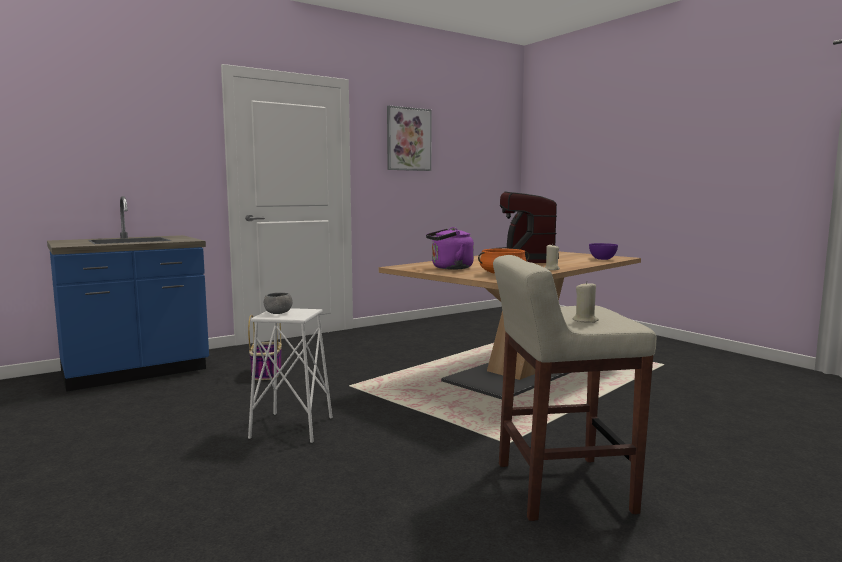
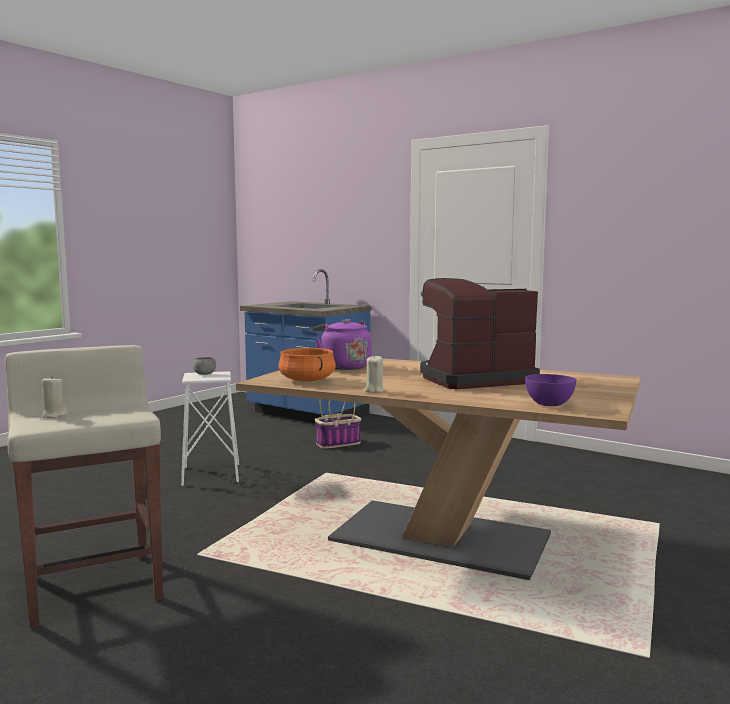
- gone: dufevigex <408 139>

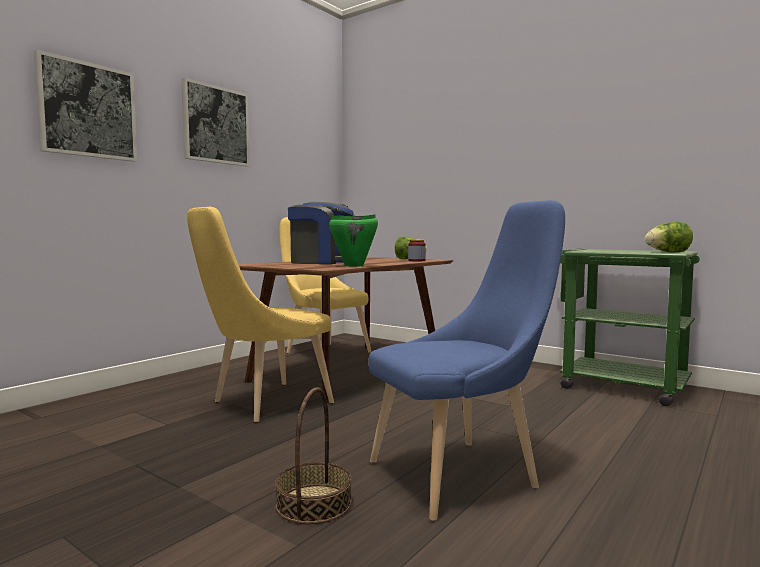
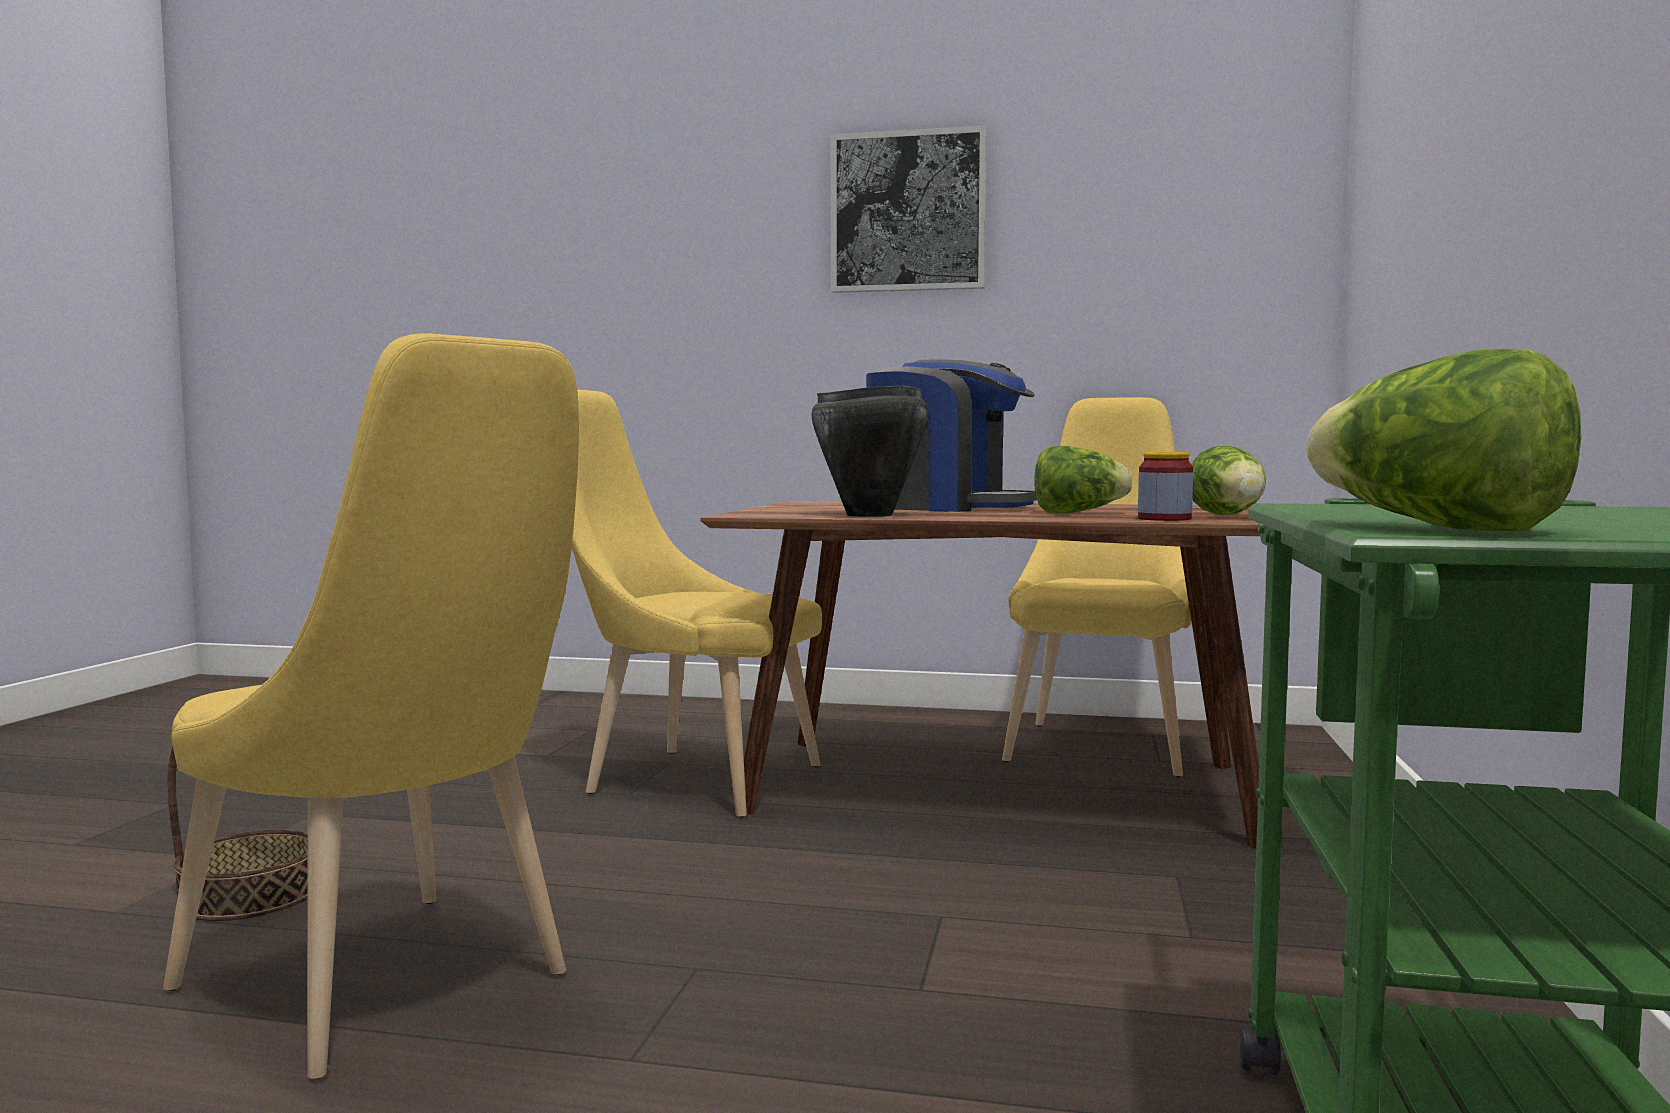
- gone: dufevigex <87 110>
- rotated: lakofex <322 262> = <947 507> 45 degrees counterclockwise
- repainted: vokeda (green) <354 266> to vokeda (black) <869 515>
- repainted: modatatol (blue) <462 473> to modatatol (yellow) <389 988>
- new: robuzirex <1077 513>

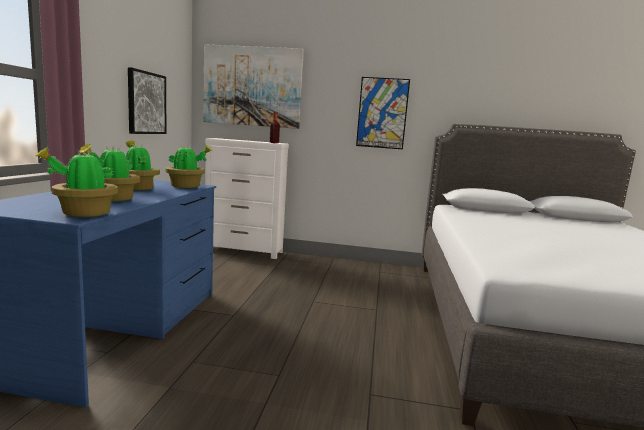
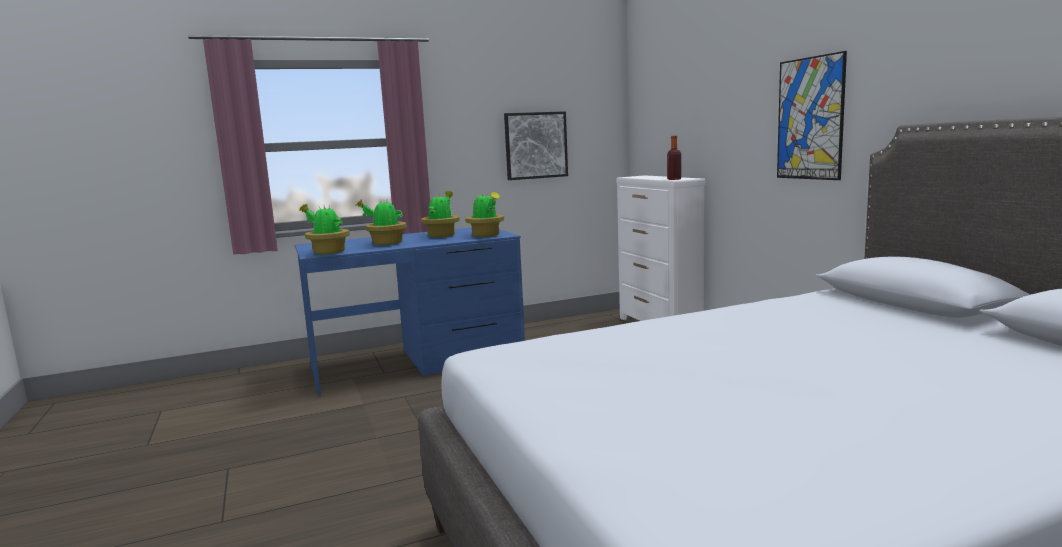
- gone: dufevigex <252 86>

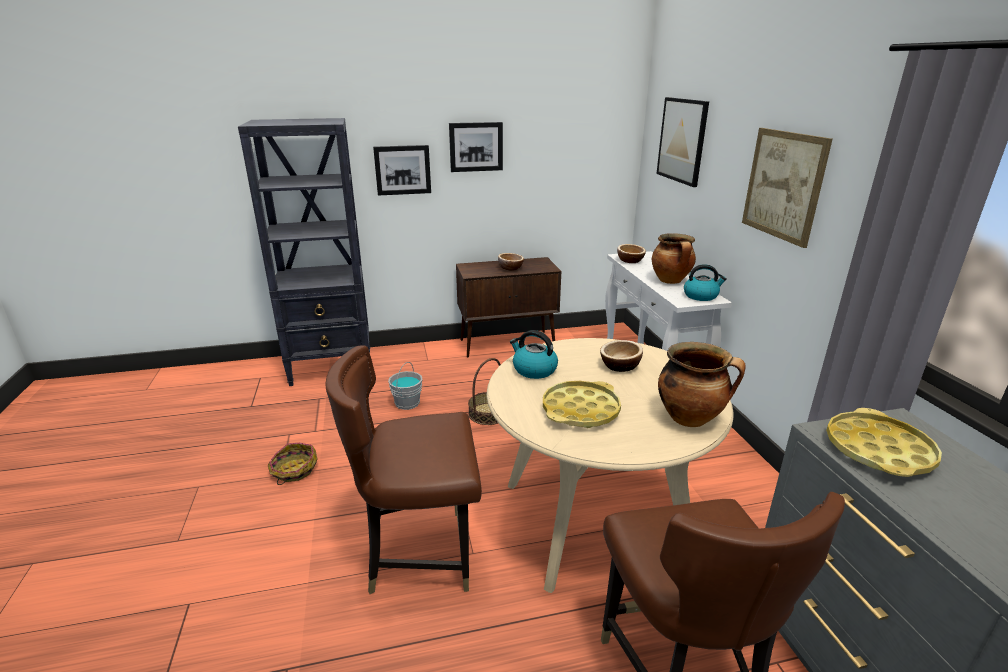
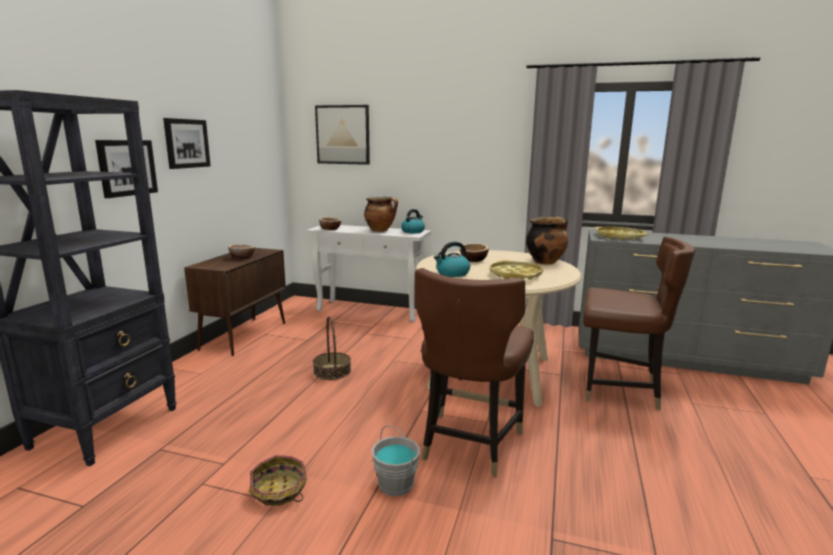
- shifted: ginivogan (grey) <407 403> to <395 484>
- gone: dufevigex <783 185>

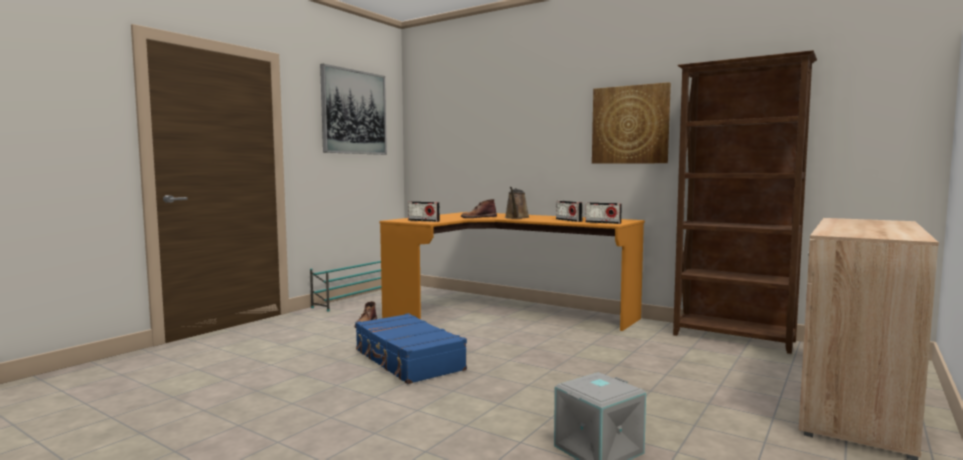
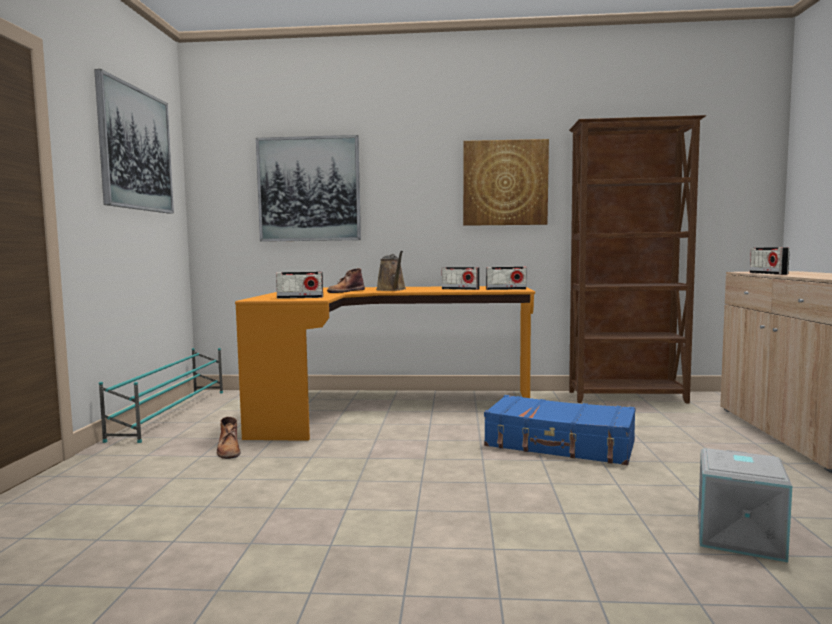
- shifted: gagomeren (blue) <407 360> to <560 445>
- new: dufevigex <309 189>
- new: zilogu <768 273>

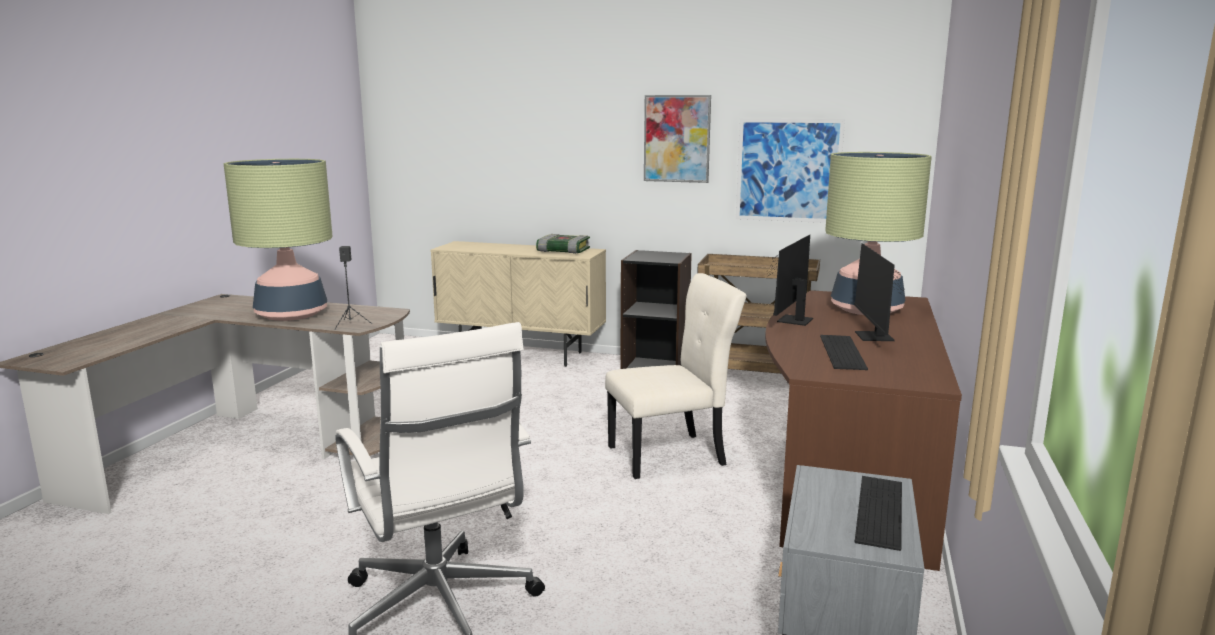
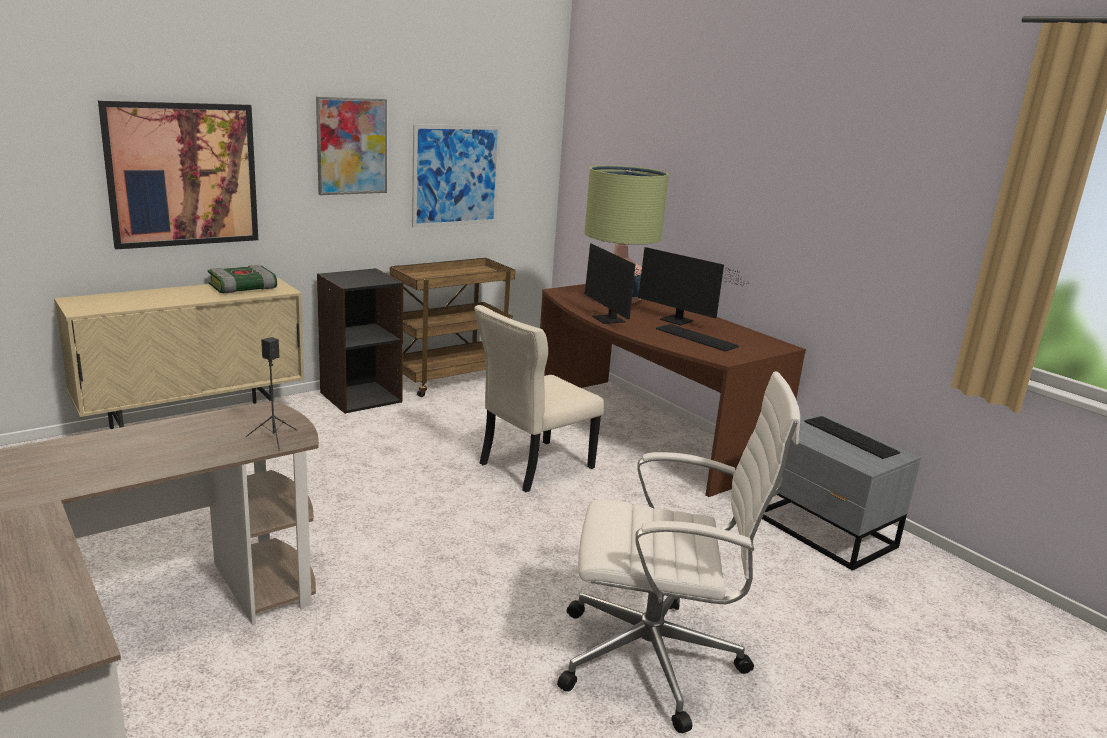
- gone: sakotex <291 314>
- rotated: modatatol (beige) <671 455> = <532 467> 150 degrees counterclockwise
- new: dufevigex <183 174>

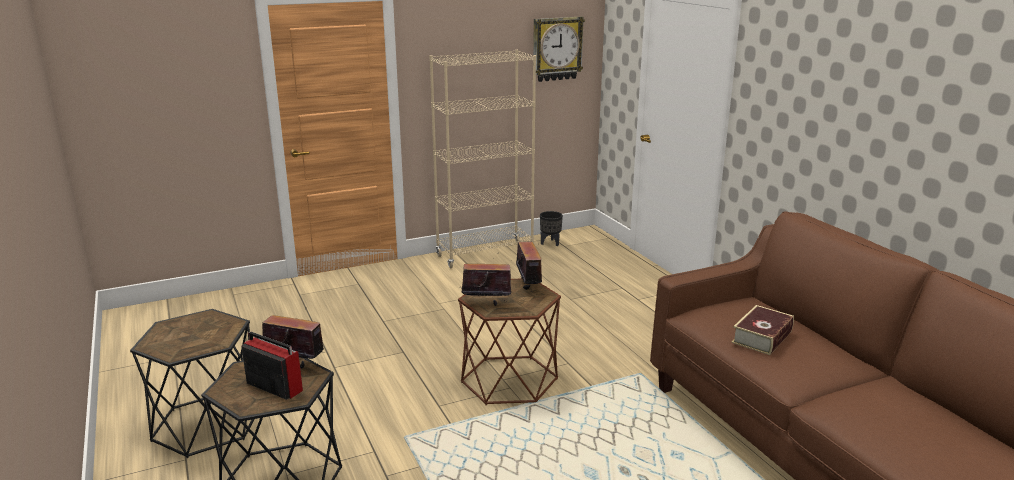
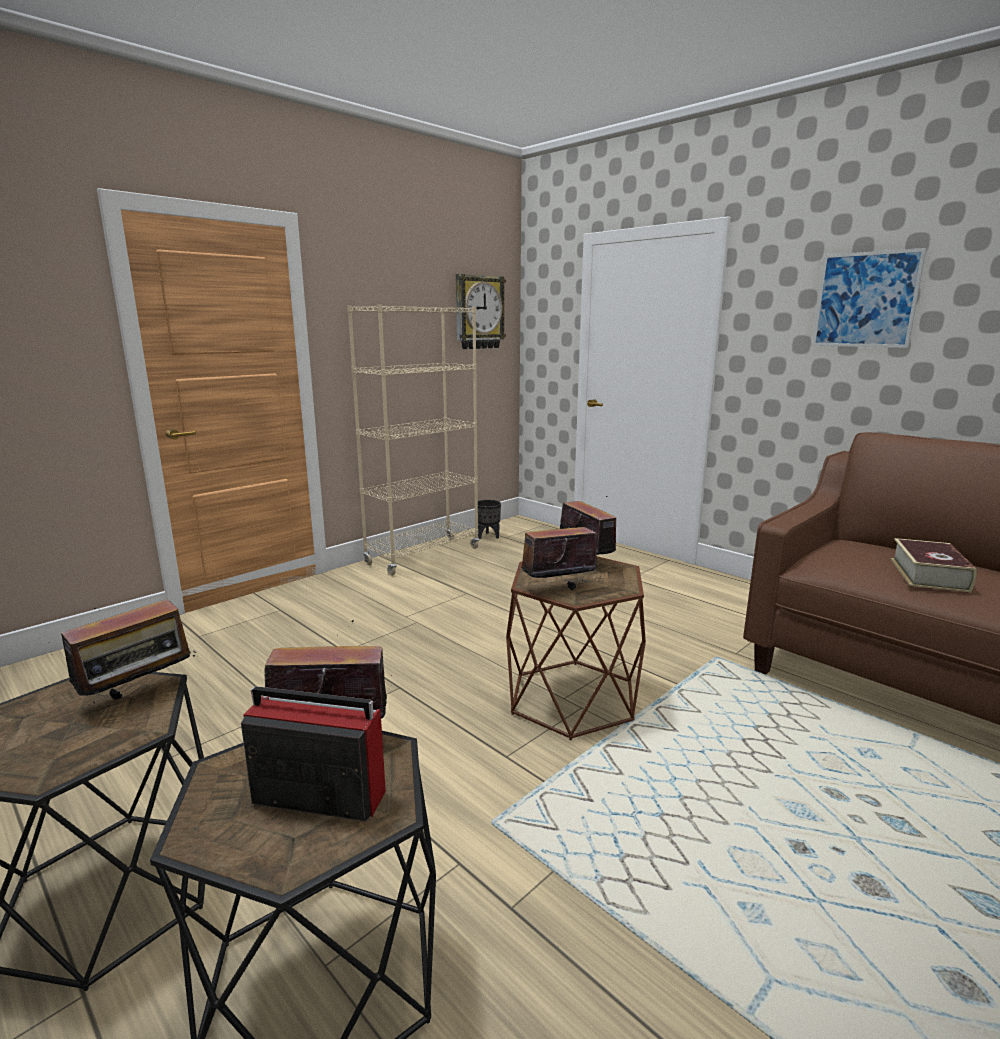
- new: zilogu <139 695>
- new: dufevigex <865 300>

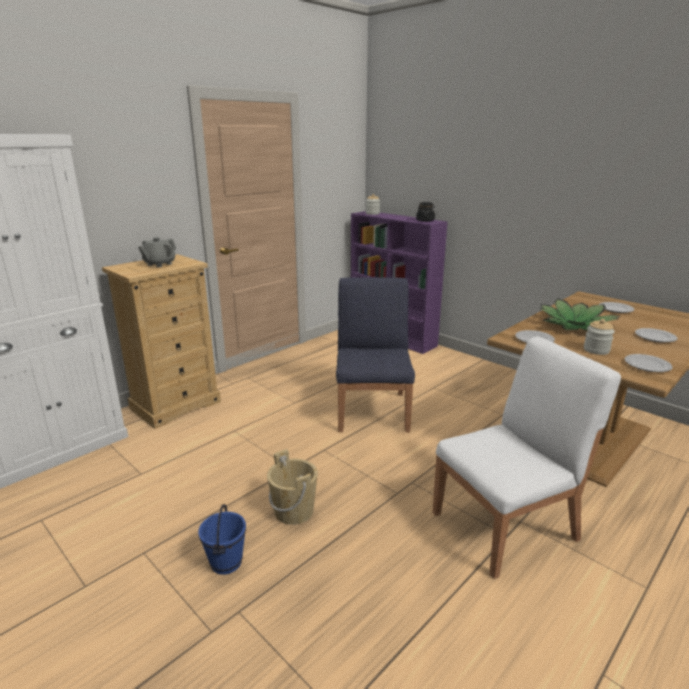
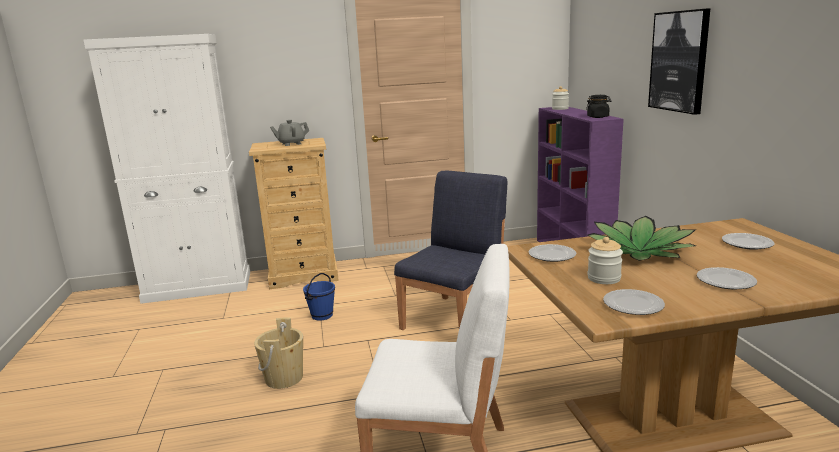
- shifted: ginivogan (blue) <225 562> to <321 315>
- new: dufevigex <679 61>

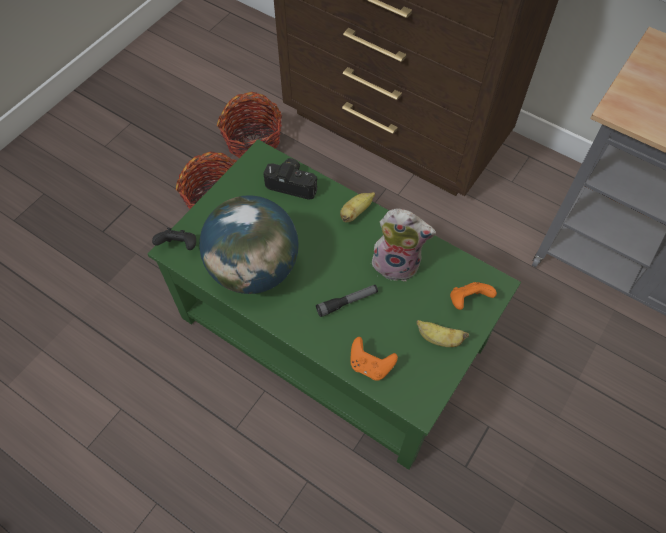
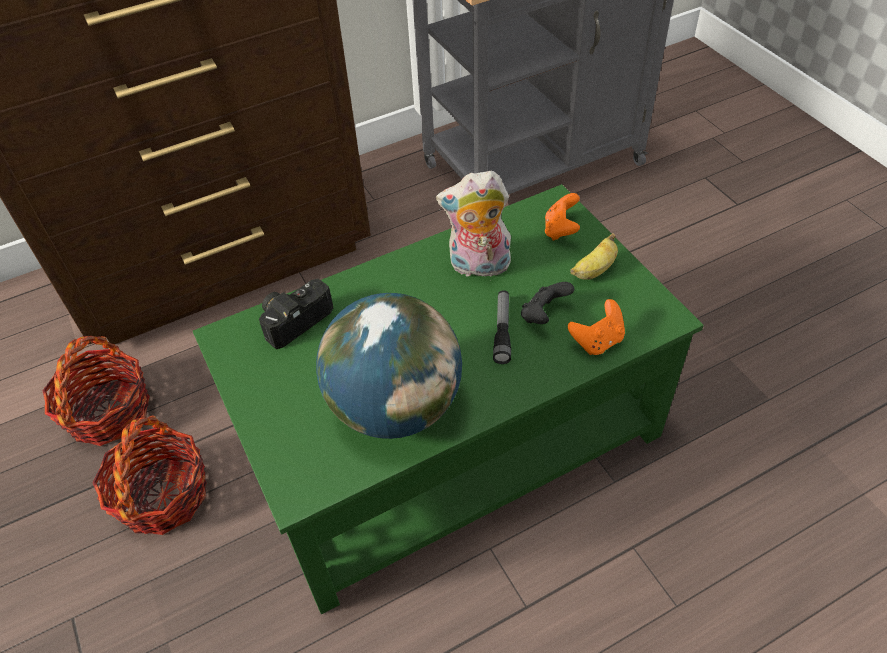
- shifted: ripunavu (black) <179 246> to <543 315>
- gone: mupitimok <356 212>
- rotated: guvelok <397 263> = <478 267> 135 degrees counterclockwise

